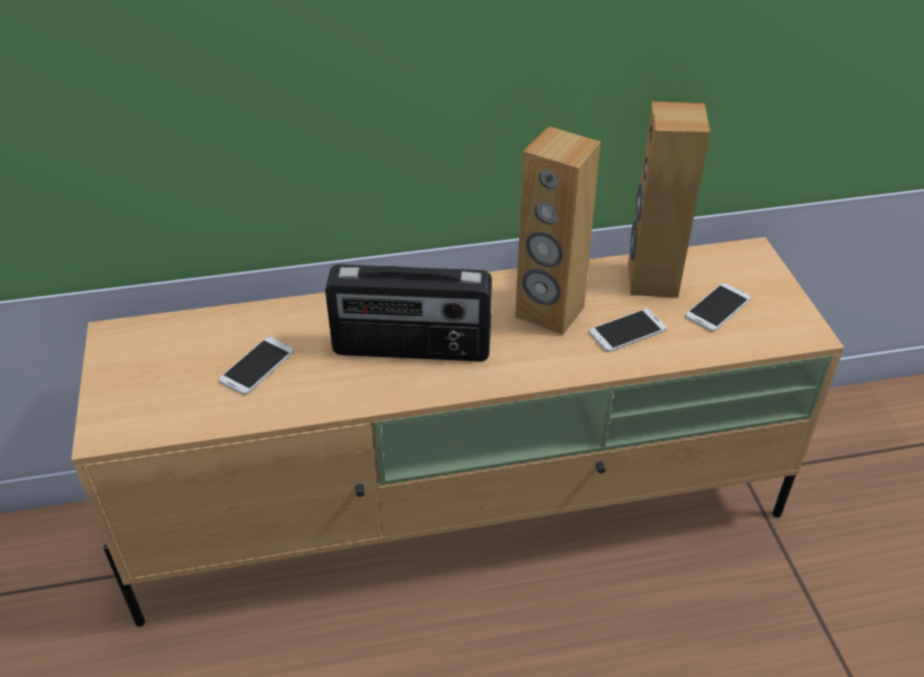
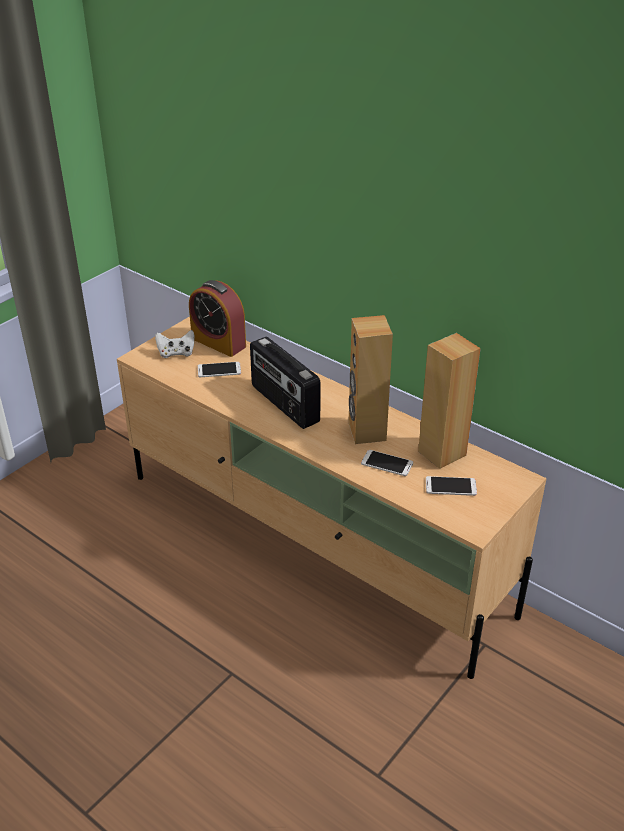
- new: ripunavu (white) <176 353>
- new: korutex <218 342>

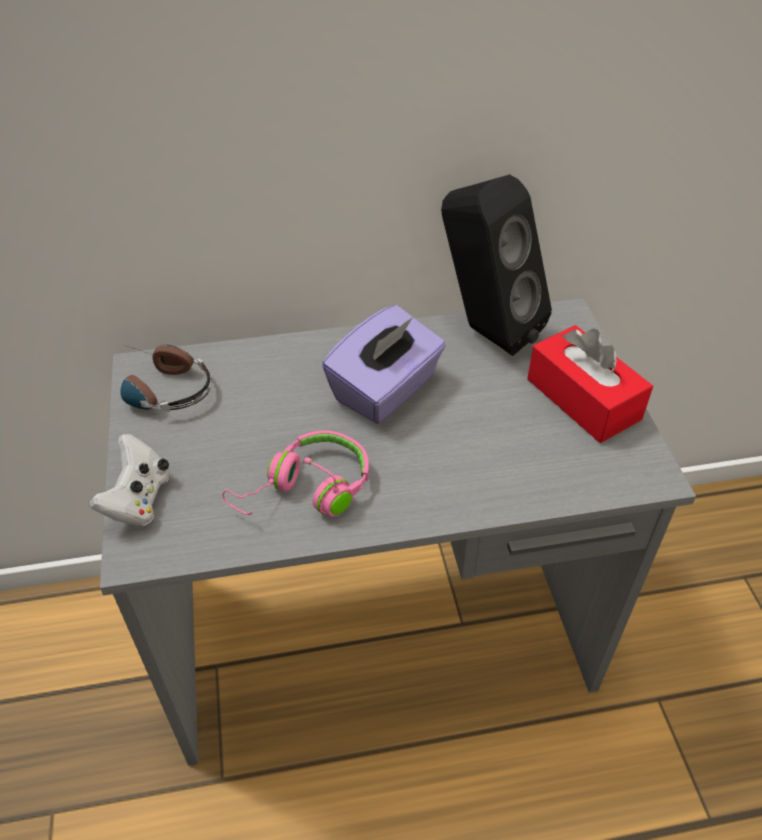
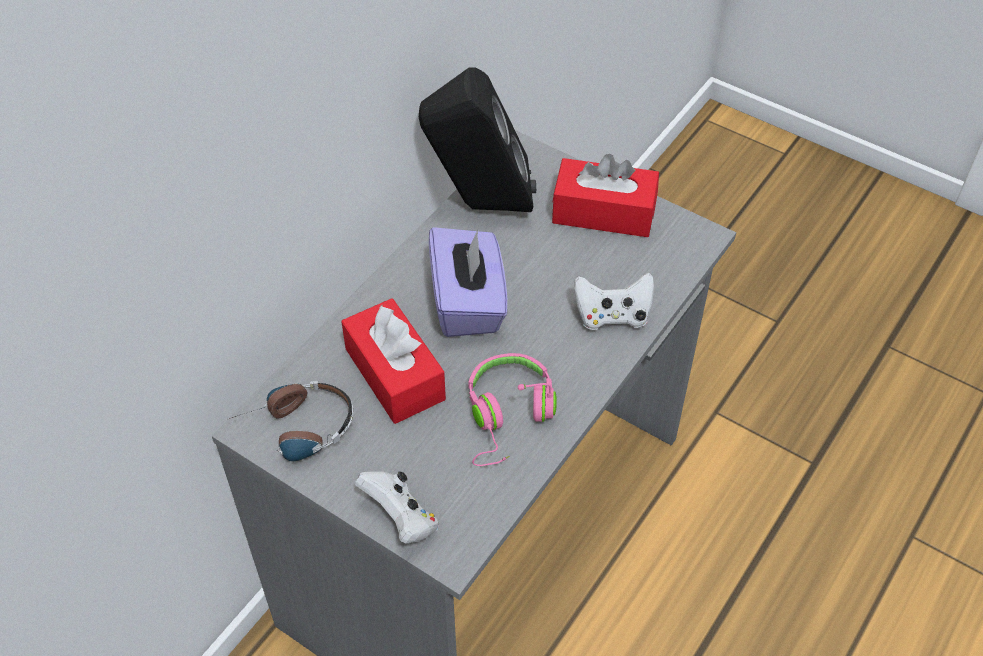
- new: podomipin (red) <395 374>
- new: ripunavu (white) <612 316>

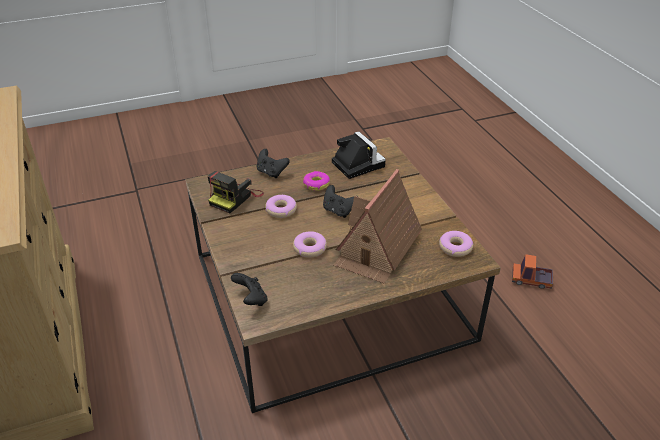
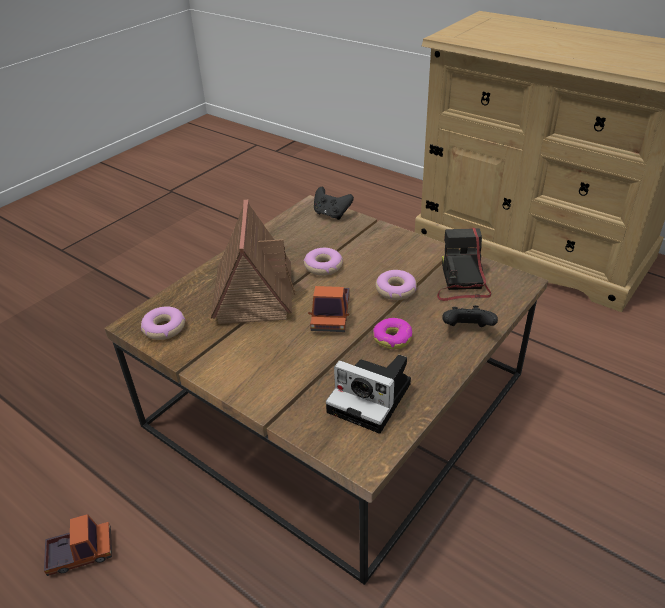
- swapped: ripunavu (black) <339 211> to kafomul <330 316>

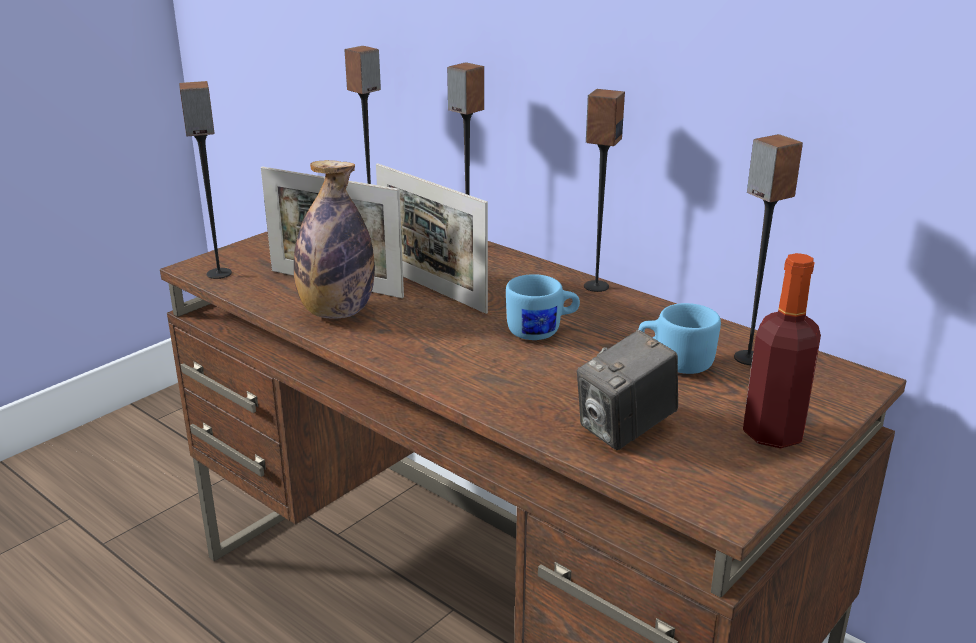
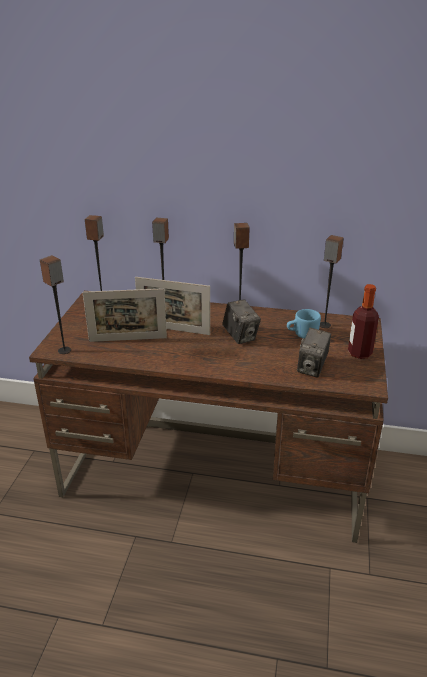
- gone: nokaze <336 312>
- swapped: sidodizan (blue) <542 331> to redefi <240 336>

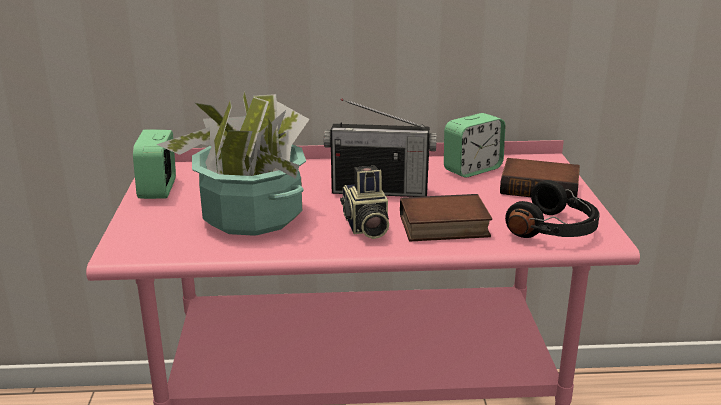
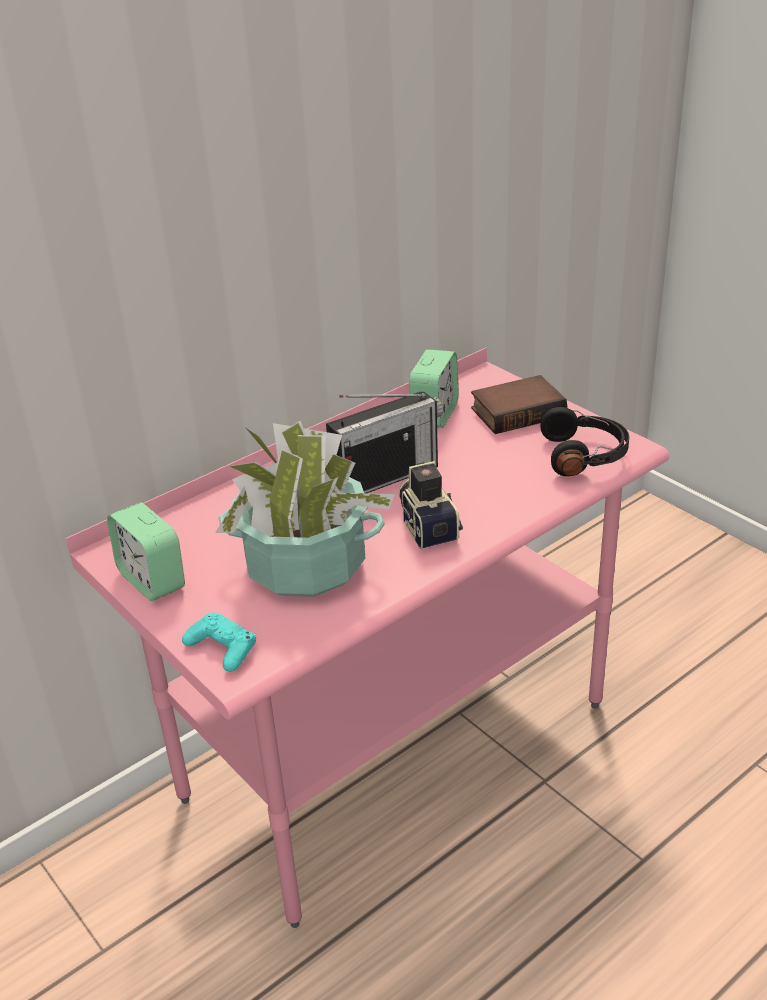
- rotated: redefi <365 227> = <428 526> 150 degrees counterclockwise
- gone: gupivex <443 227>
- new: ripunavu (turquoise) <222 648>

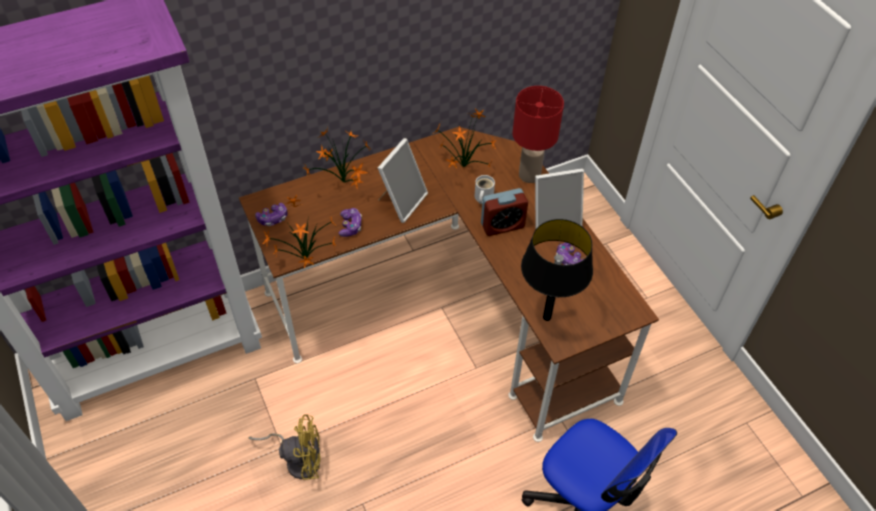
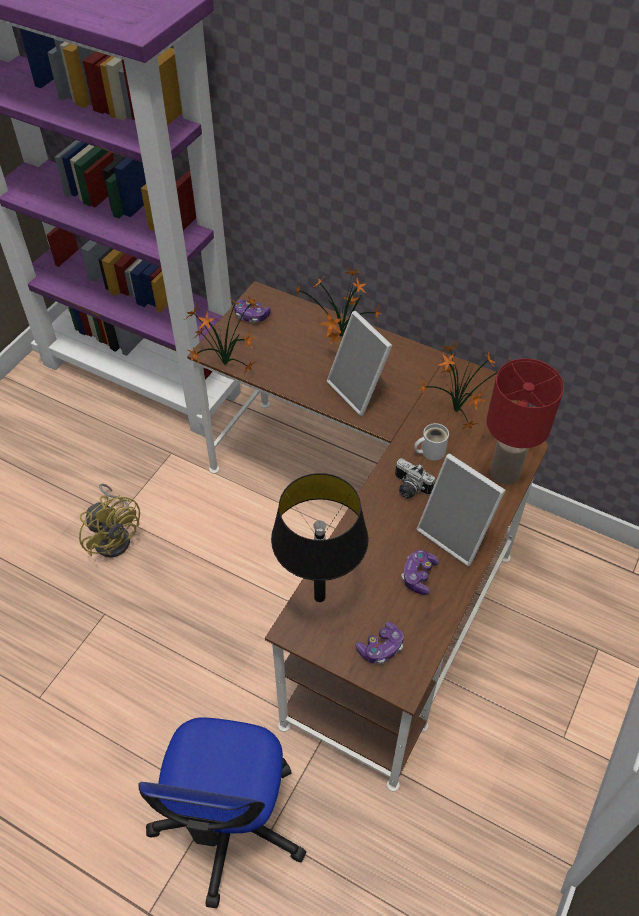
- shifted: ripunavu <350 226> to <381 648>
- rotated: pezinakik <401 201> = <360 390> 60 degrees clockwise
- swapped: korutex <502 225> to redefi <409 488>

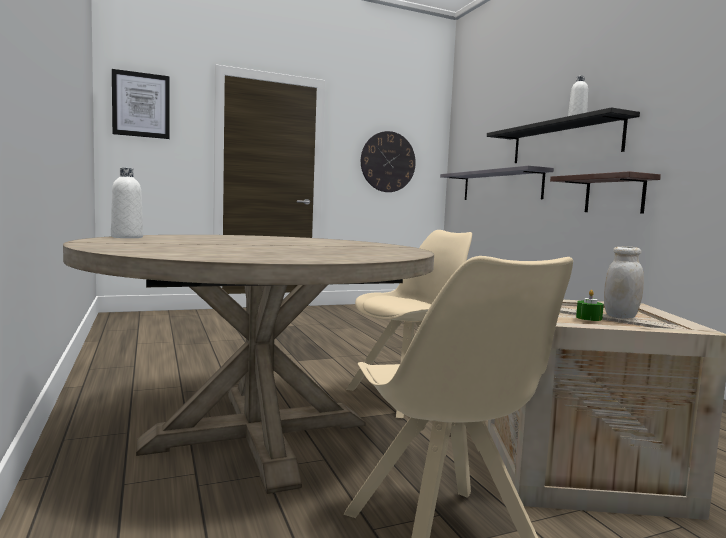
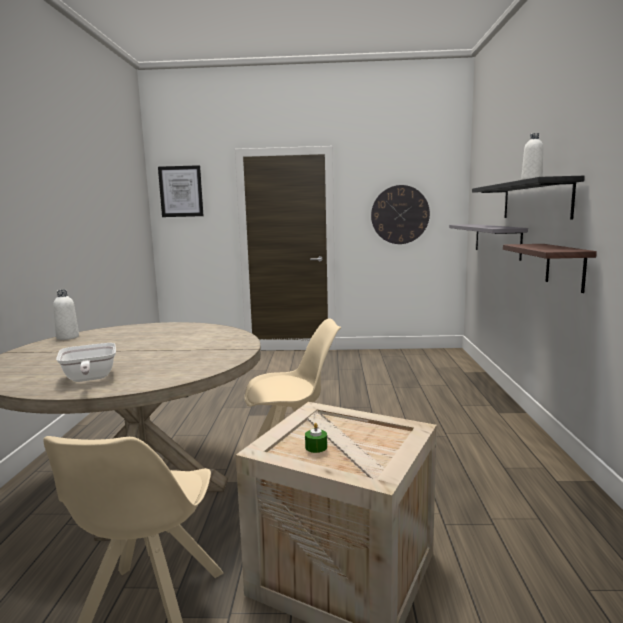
- gone: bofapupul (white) <621 317>
- new: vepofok <89 379>

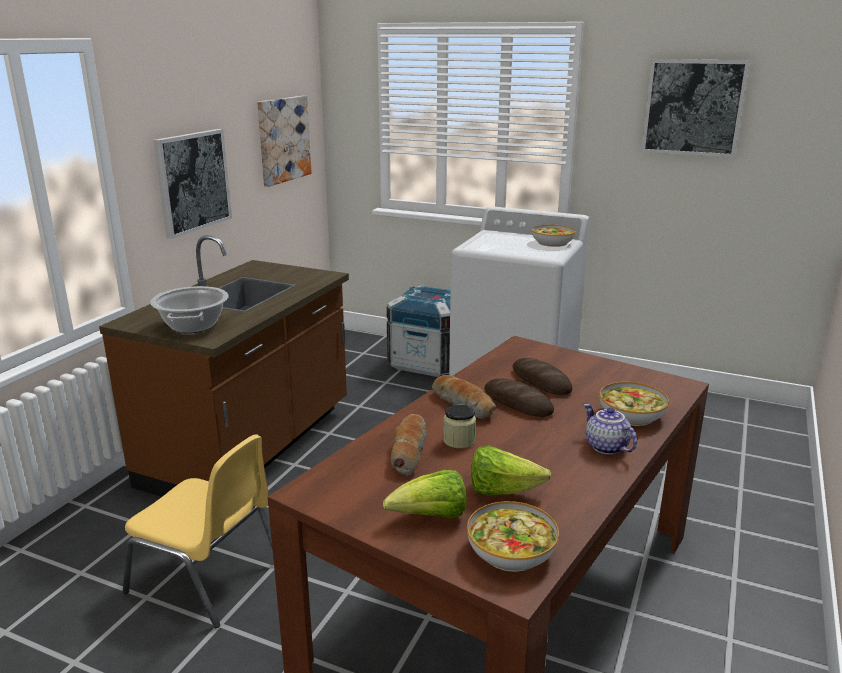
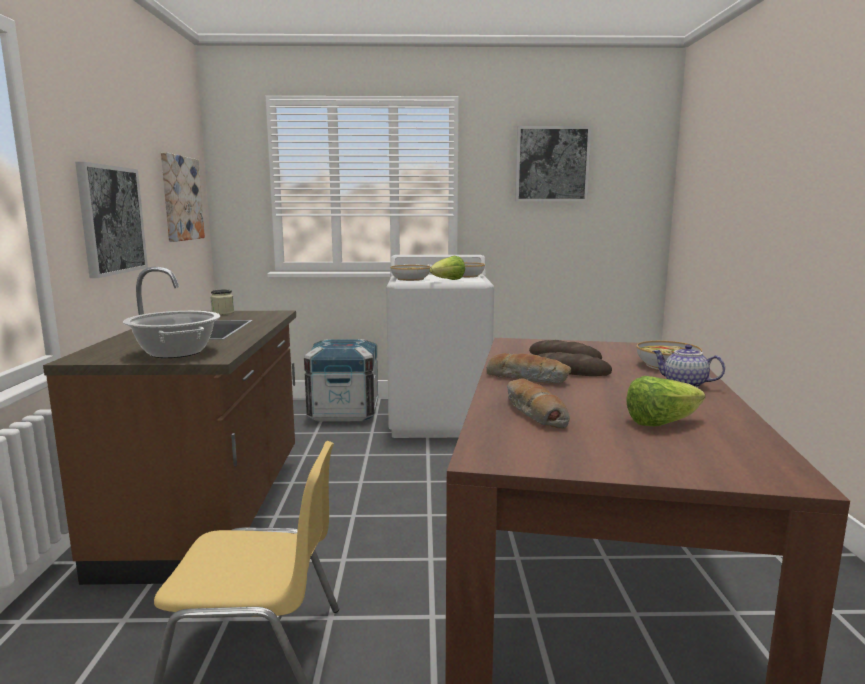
- shifted: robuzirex <431 517> to <448 280>
- shifted: bofapupul <459 440> to <223 313>
- shifted: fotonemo <510 552> to <410 279>

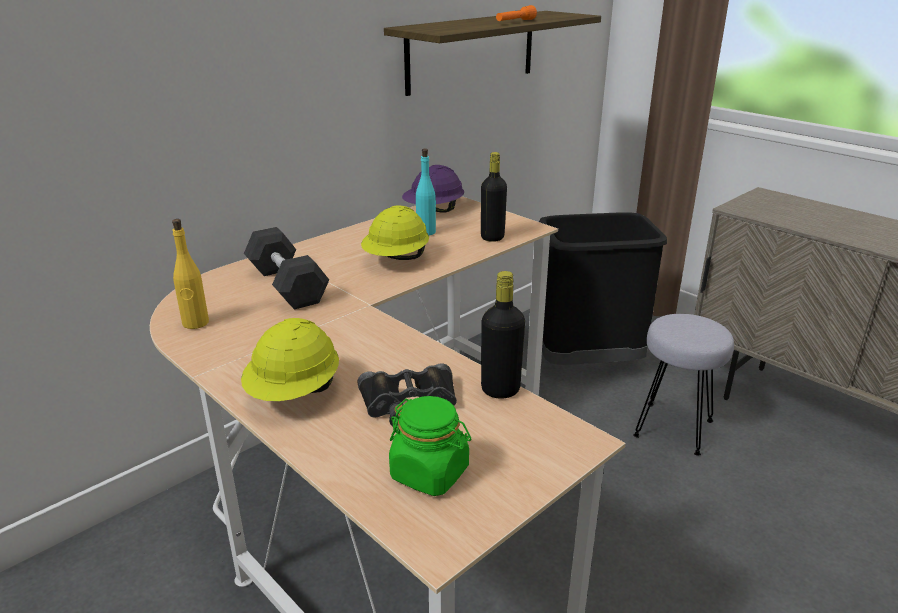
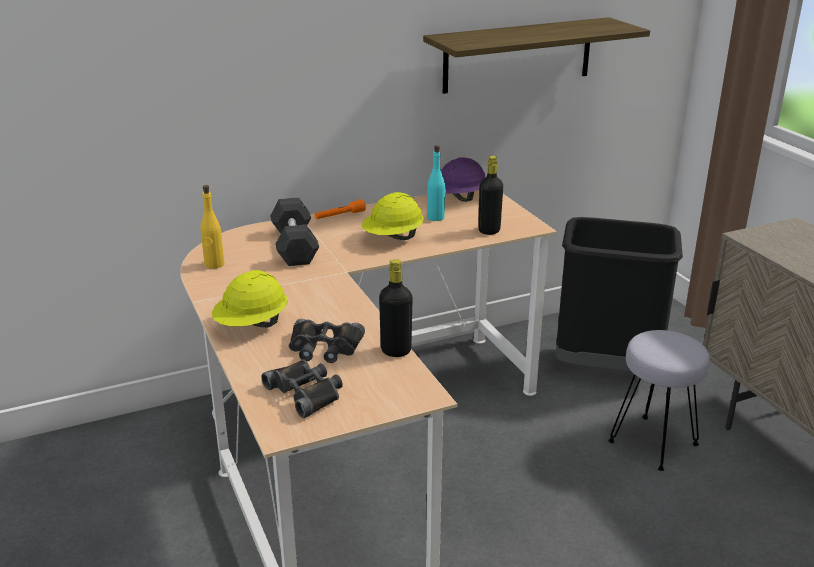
- swapped: bofapupul (green) <430 473> to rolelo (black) <306 392>
- shifted: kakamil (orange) <515 22> to <340 216>

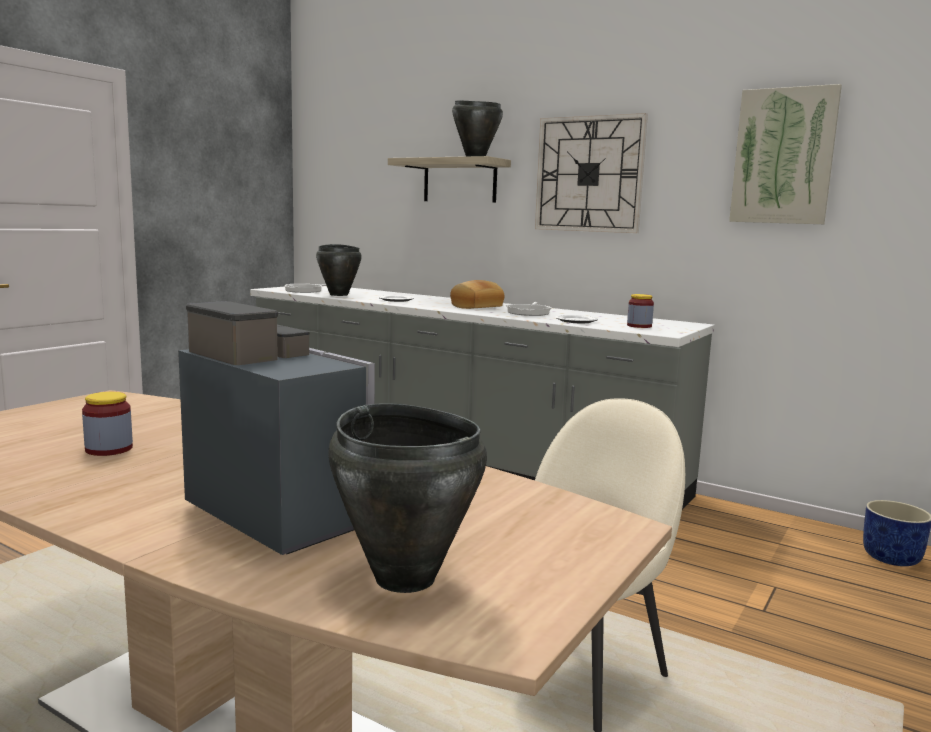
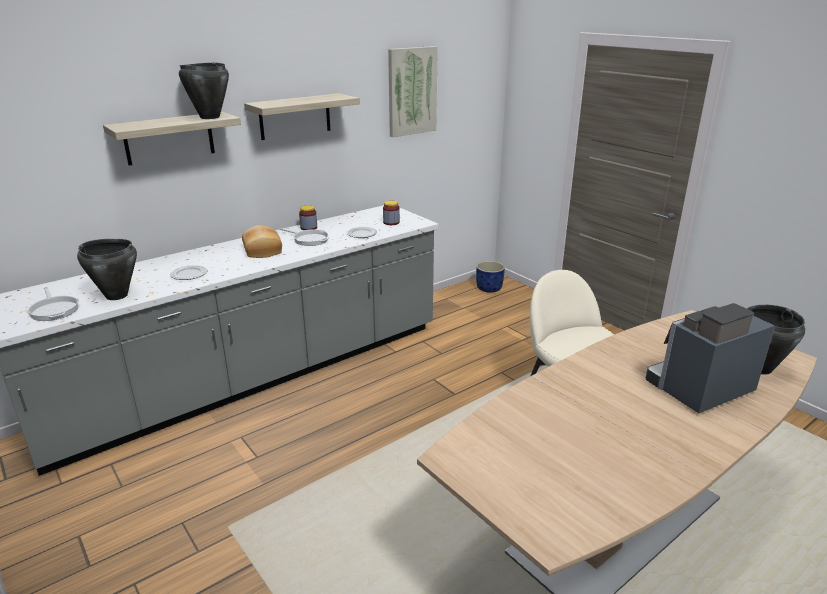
- shifted: bofapupul <109 449> to <308 228>
- swapped: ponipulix <589 174> to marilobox <295 116>

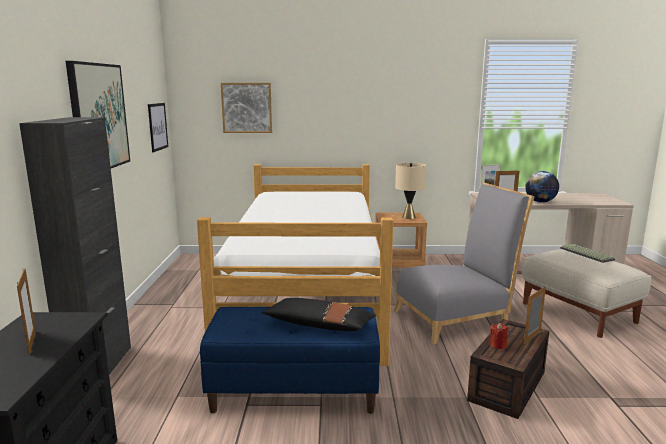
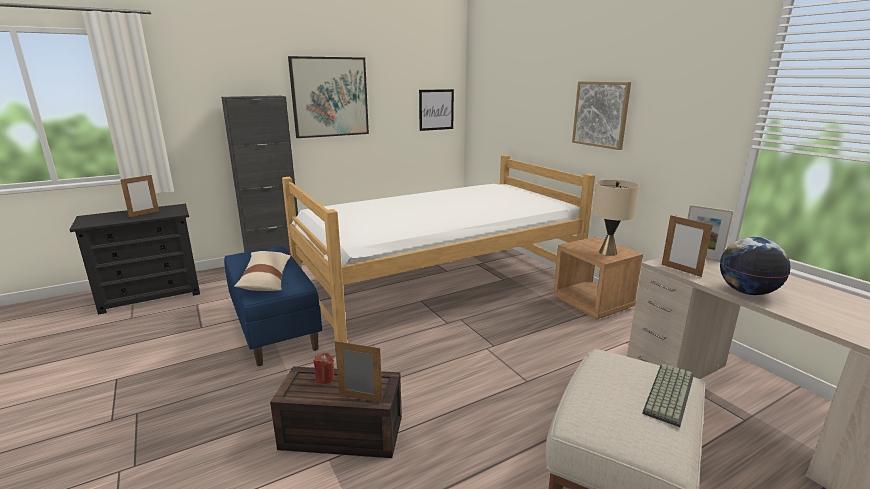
- shifted: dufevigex <247 108> to <600 114>
- repainted: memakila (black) <319 325> to memakila (beige) <266 279>
- gone: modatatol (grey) <456 318>

